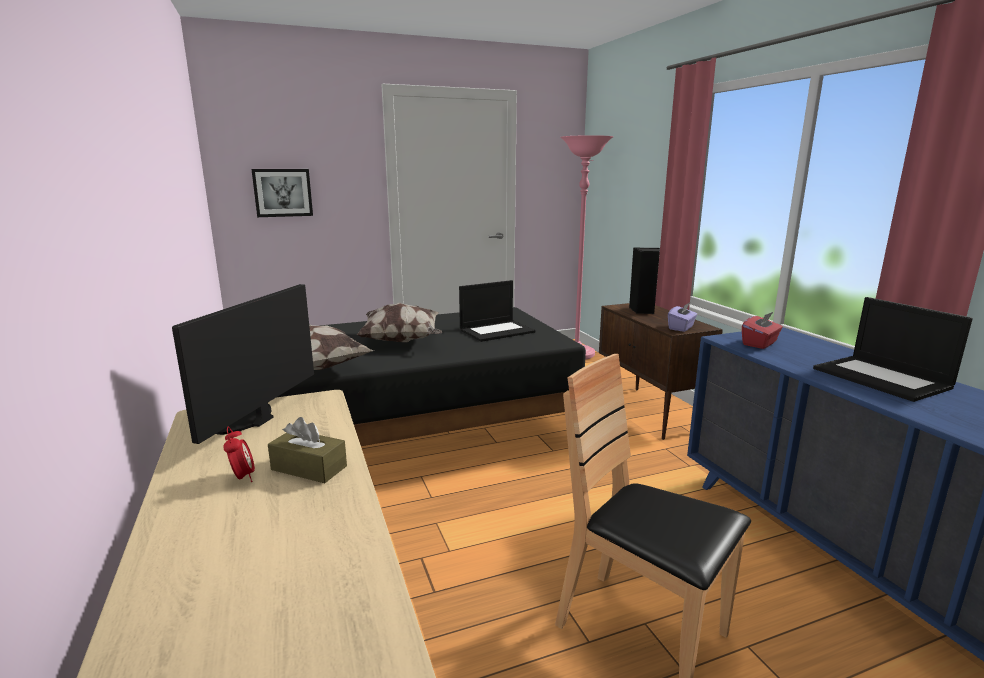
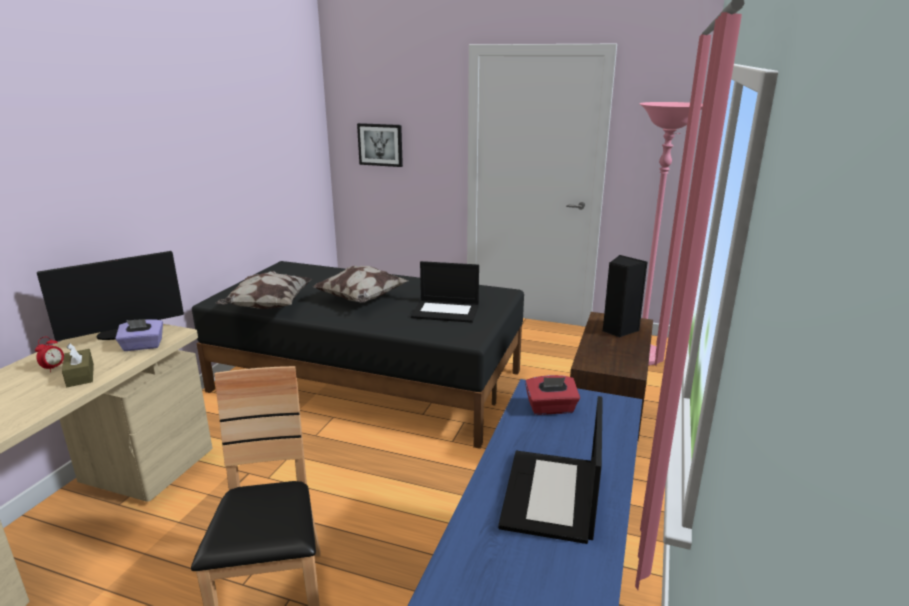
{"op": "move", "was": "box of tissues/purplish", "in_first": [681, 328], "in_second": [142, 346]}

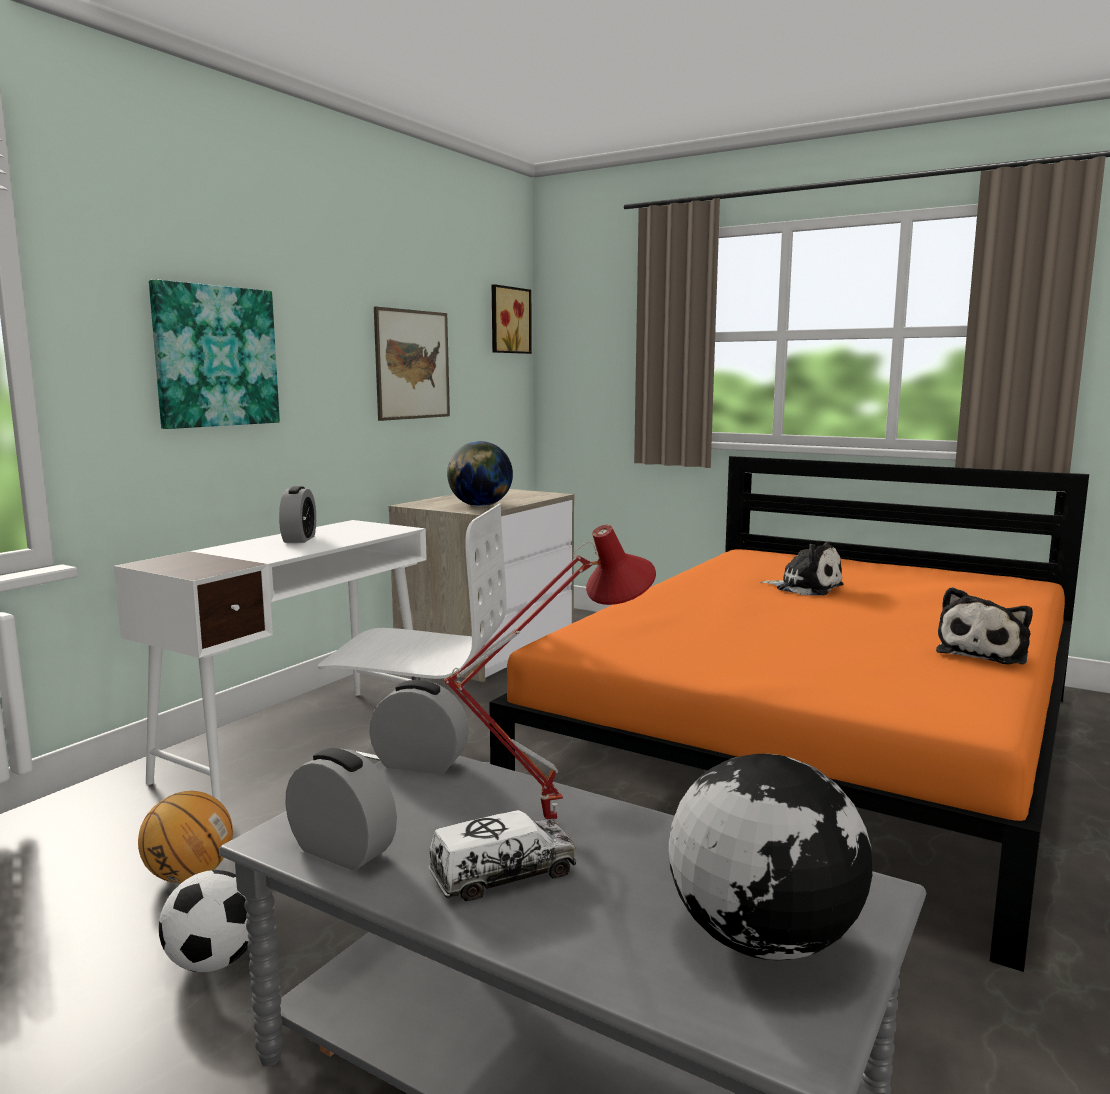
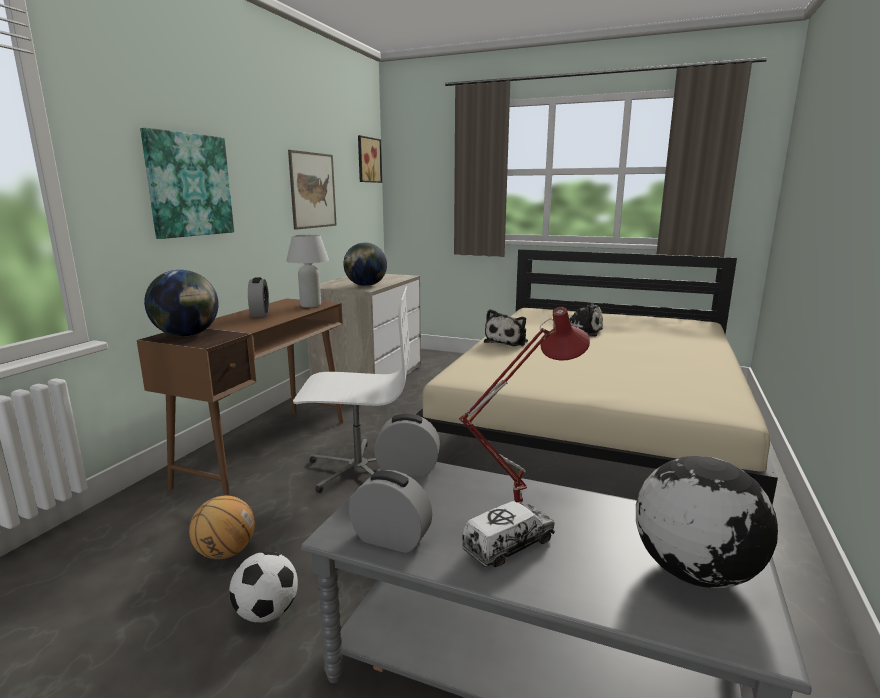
{"op": "recolor", "was": "desk table/whitish", "now": "desk table/brownish", "in_first": [299, 742], "in_second": [267, 450]}
{"op": "insert", "now": "world globe", "in_second": [187, 335]}
{"op": "insert", "now": "tabletop lamp/whitish", "in_second": [310, 305]}
{"op": "recolor", "was": "sleeping bed/orange", "now": "sleeping bed/beige", "in_first": [819, 745], "in_second": [595, 427]}
{"op": "move", "was": "cuddly toy", "in_first": [984, 653], "in_second": [507, 341]}

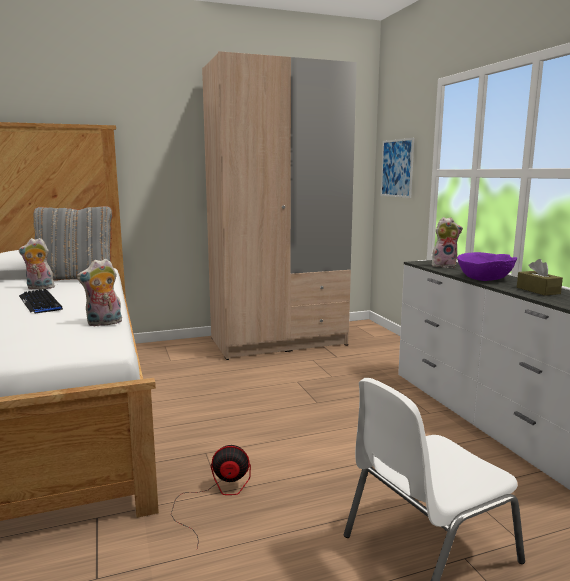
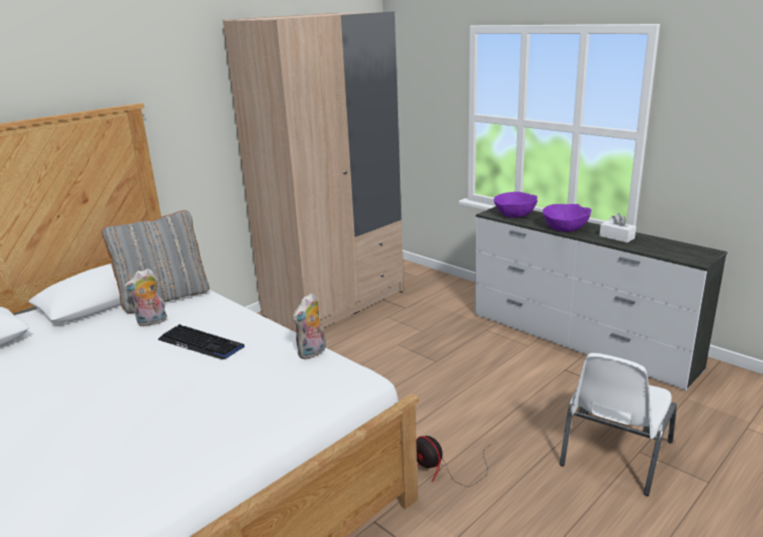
{"op": "rotate", "was": "electric fan", "in_first": [216, 496], "in_second": [445, 470], "clockwise": -105}
{"op": "replace", "was": "cuddly toy", "now": "deep dish/purplish", "in_first": [444, 265], "in_second": [514, 214]}
{"op": "recolor", "was": "box of tissues/brownish", "now": "box of tissues/whitish", "in_first": [538, 290], "in_second": [616, 237]}
{"op": "delete", "was": "picture", "in_first": [397, 168]}

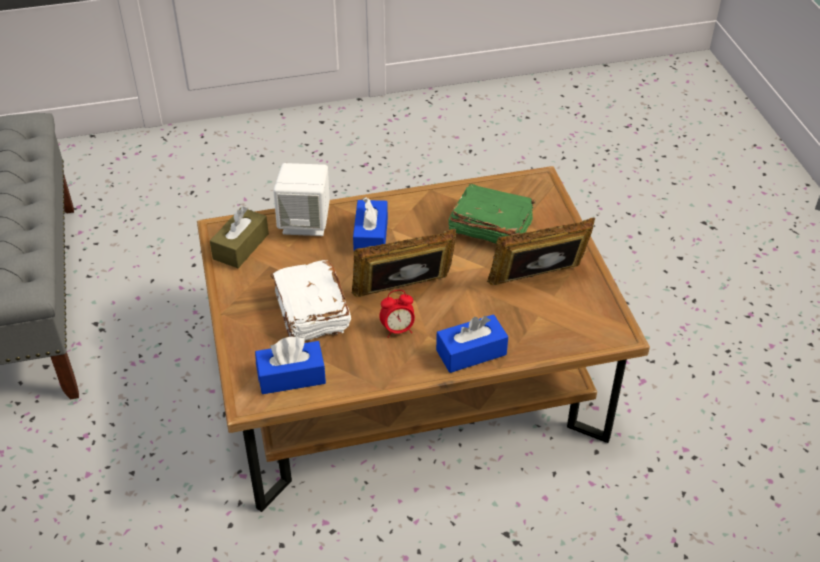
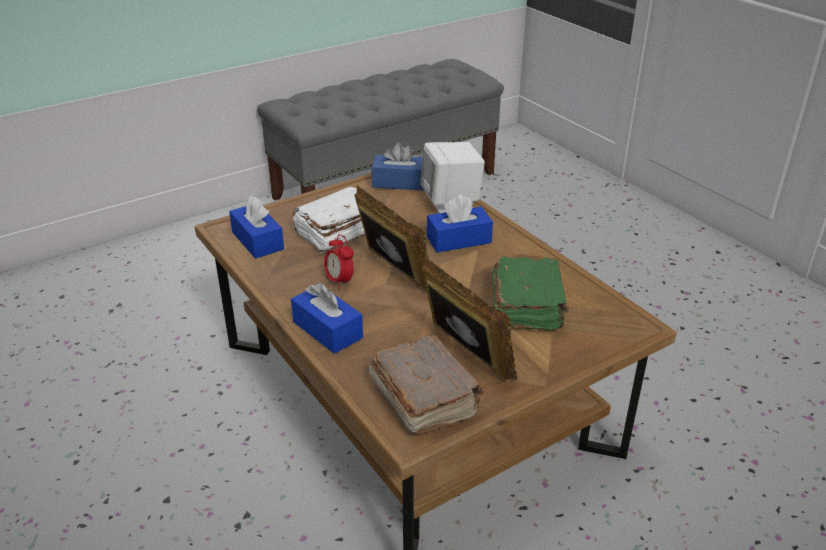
{"op": "insert", "now": "book/brownish", "in_second": [424, 398]}
{"op": "recolor", "was": "box of tissues/brownish", "now": "box of tissues/bluish", "in_first": [241, 246], "in_second": [399, 182]}

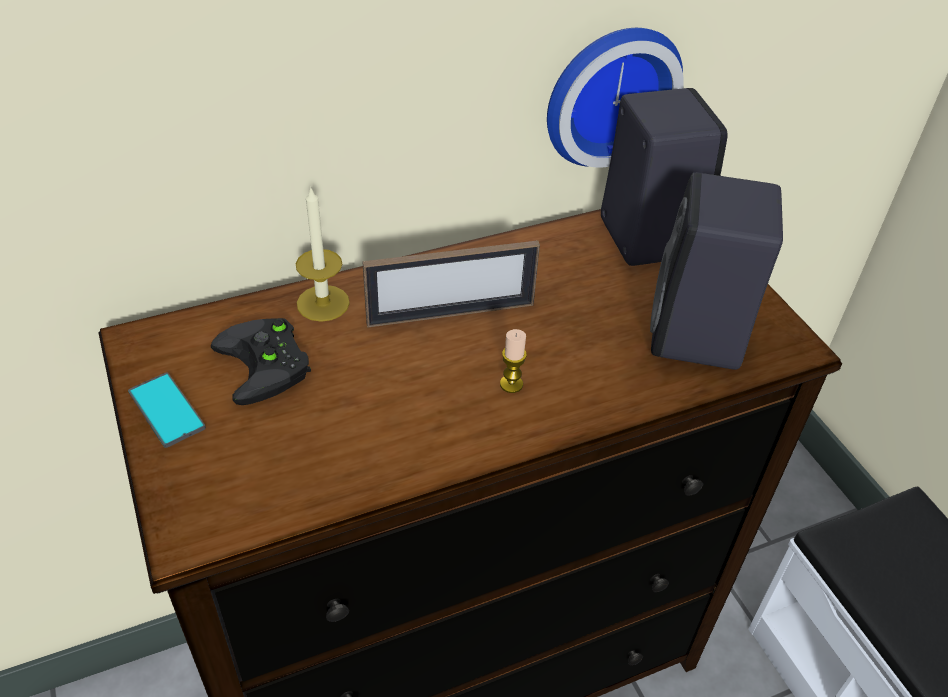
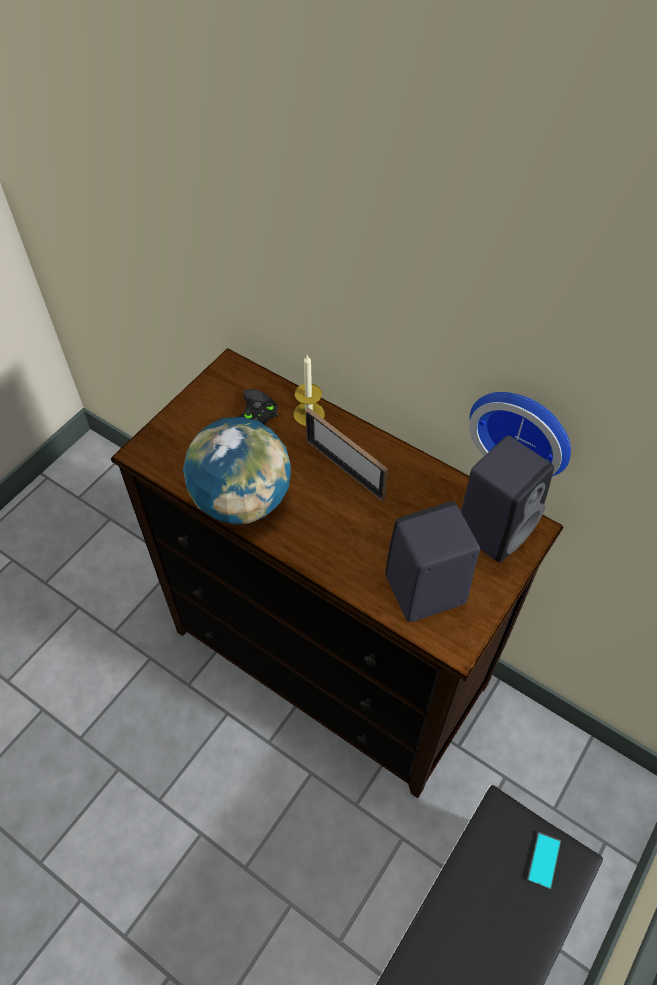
{"op": "insert", "now": "world globe", "in_second": [242, 500]}
{"op": "move", "was": "telephone", "in_first": [166, 410], "in_second": [543, 860]}
{"op": "delete", "was": "candle", "in_first": [511, 384]}

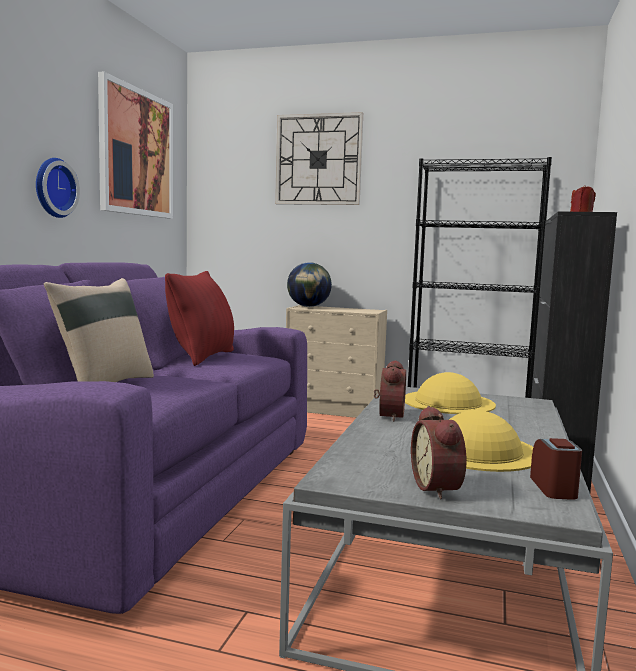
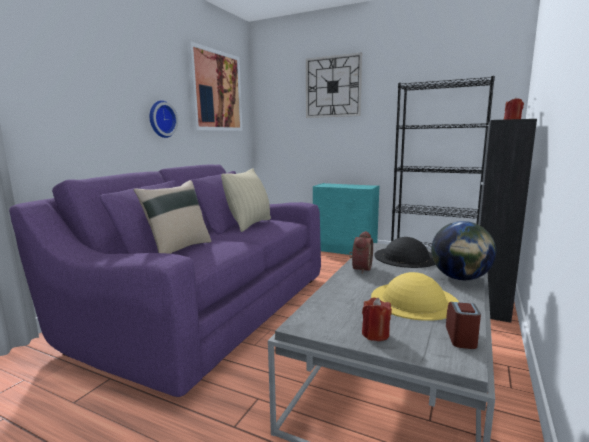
{"op": "recolor", "was": "throw pillow/red", "now": "throw pillow/beige", "in_first": [203, 357], "in_second": [249, 224]}
{"op": "recolor", "was": "chest of drawers/beige", "now": "chest of drawers/turquoise-coloured", "in_first": [335, 410], "in_second": [345, 250]}
{"op": "replace", "was": "bedside clock", "now": "candle/red", "in_first": [439, 488], "in_second": [375, 334]}
{"op": "recolor", "was": "clothing hat/yellow-coloured", "now": "clothing hat/black-coloured", "in_first": [448, 402], "in_second": [406, 257]}
{"op": "move", "was": "world globe", "in_first": [308, 306], "in_second": [460, 278]}

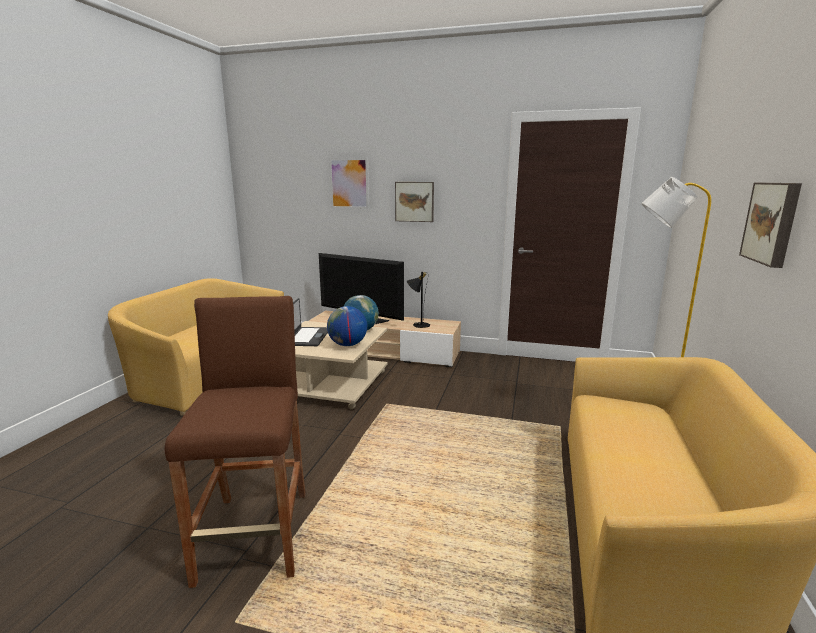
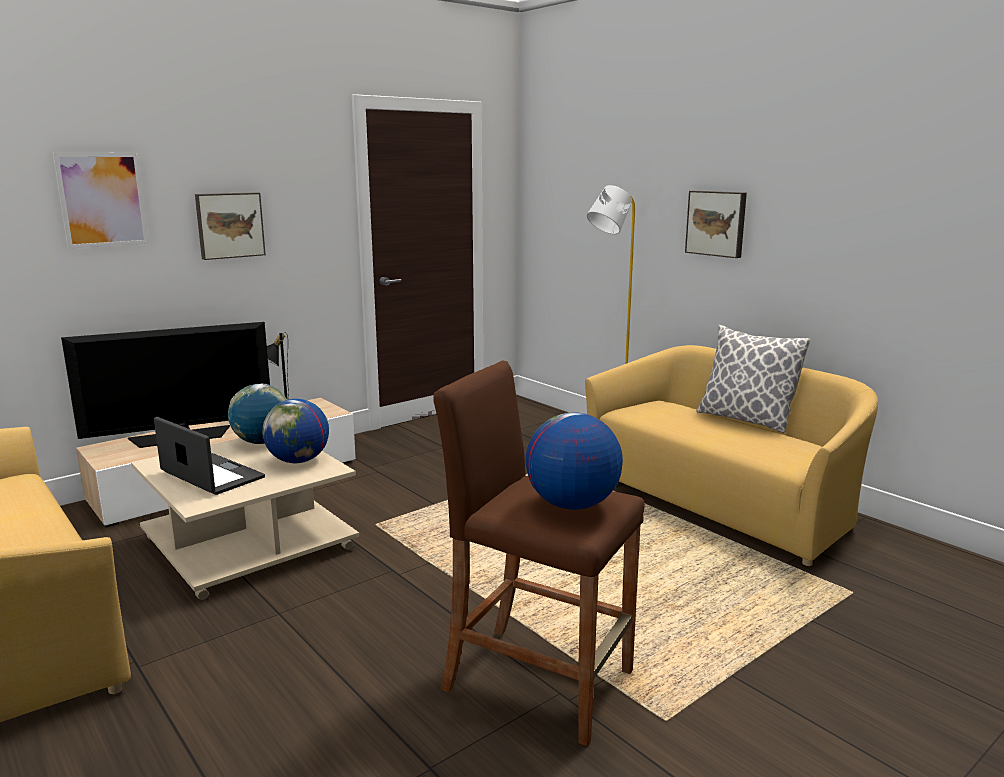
{"op": "insert", "now": "world globe", "in_second": [572, 505]}
{"op": "insert", "now": "throw pillow", "in_second": [745, 420]}

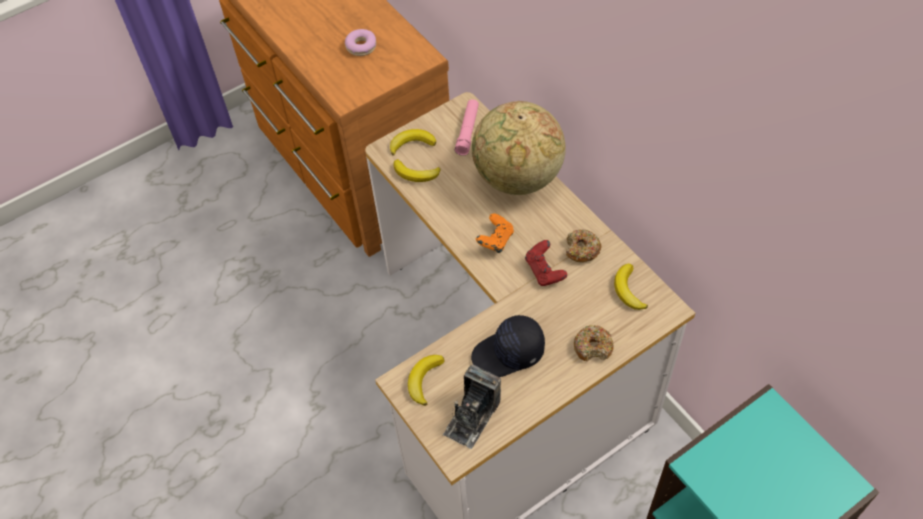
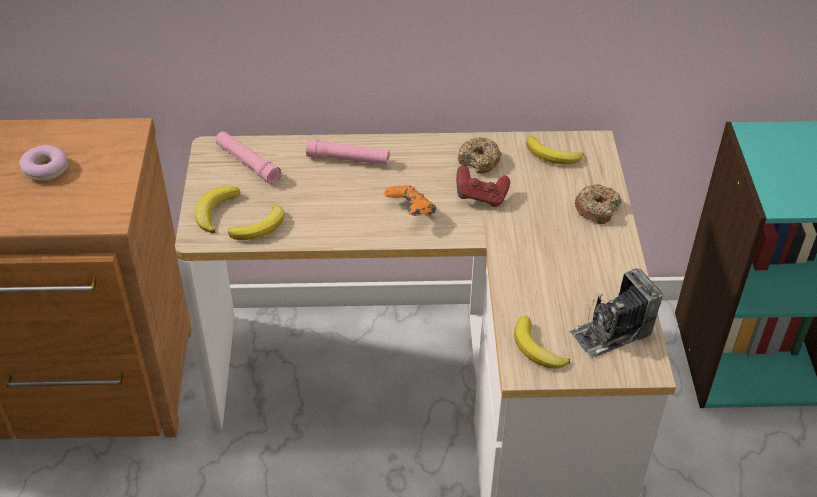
{"op": "replace", "was": "world globe", "now": "hand torch/pink", "in_first": [517, 178], "in_second": [348, 159]}
{"op": "rotate", "was": "still camera", "in_first": [472, 417], "in_second": [611, 333], "clockwise": 90}
{"op": "delete", "was": "baseball cap/black-coloured", "in_first": [509, 354]}

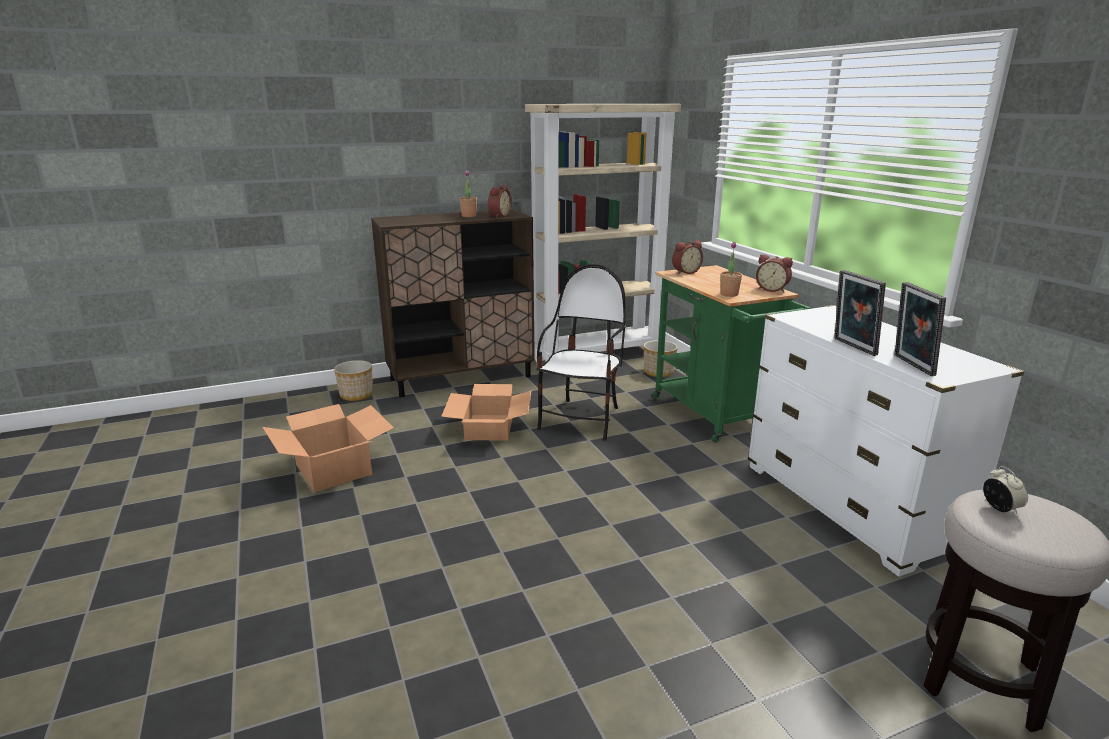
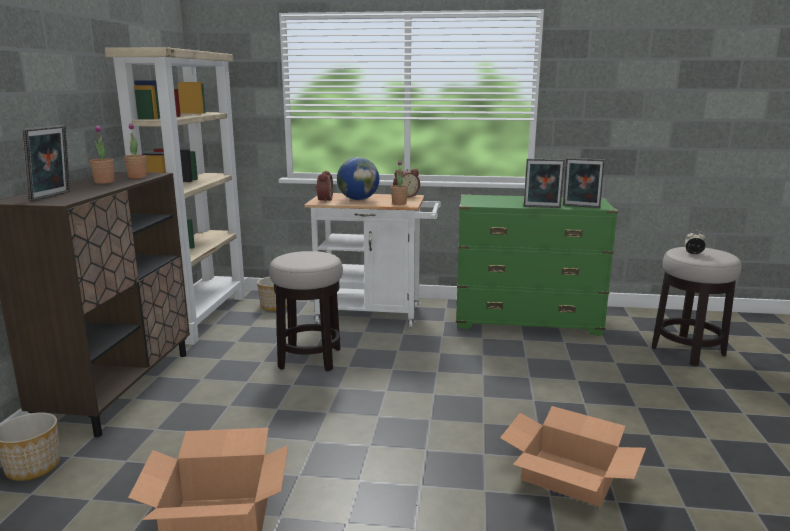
{"op": "insert", "now": "photo frame", "in_second": [53, 196]}
{"op": "replace", "was": "bedside clock", "now": "houseplant", "in_first": [498, 216], "in_second": [137, 177]}
{"op": "replace", "was": "plain chair", "now": "sitting stool", "in_first": [582, 420], "in_second": [310, 358]}
{"op": "recolor", "was": "cart/green-coloured", "now": "cart/whitish", "in_first": [716, 417], "in_second": [376, 314]}
{"op": "insert", "now": "world globe", "in_second": [358, 199]}
{"op": "recolor", "was": "chest of drawers/whitish", "now": "chest of drawers/green-coloured", "in_first": [848, 507], "in_second": [526, 321]}
{"op": "move", "was": "cardboard box", "in_first": [489, 427], "in_second": [568, 477]}

